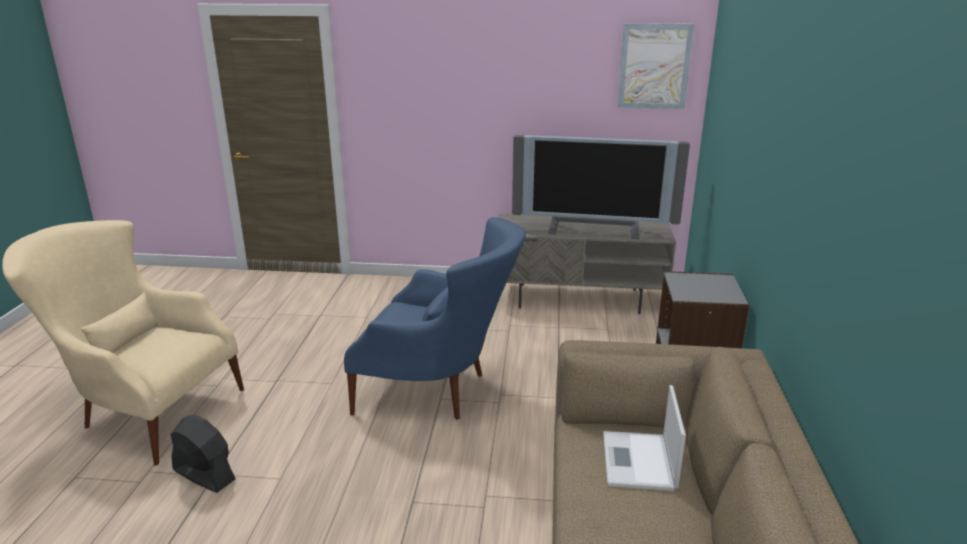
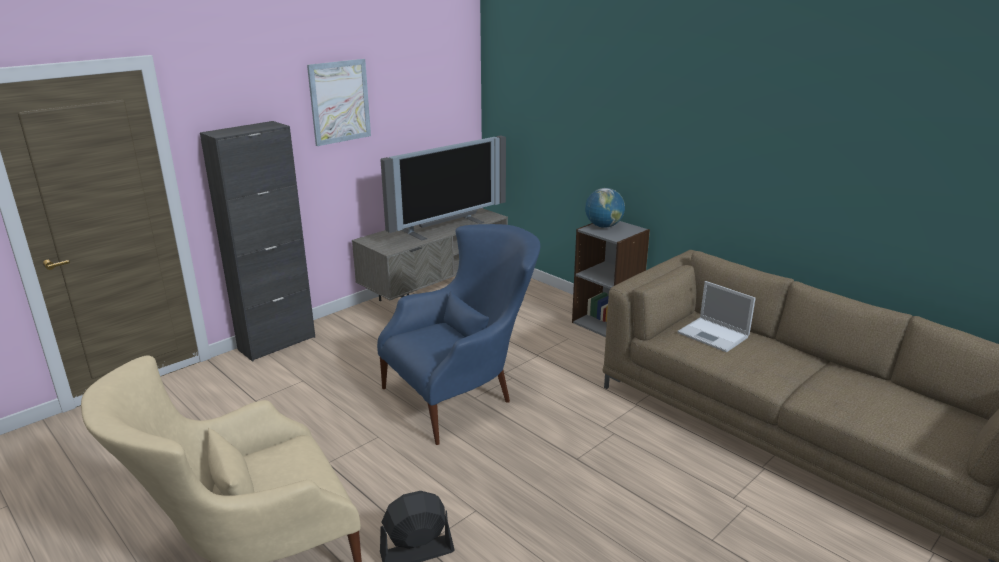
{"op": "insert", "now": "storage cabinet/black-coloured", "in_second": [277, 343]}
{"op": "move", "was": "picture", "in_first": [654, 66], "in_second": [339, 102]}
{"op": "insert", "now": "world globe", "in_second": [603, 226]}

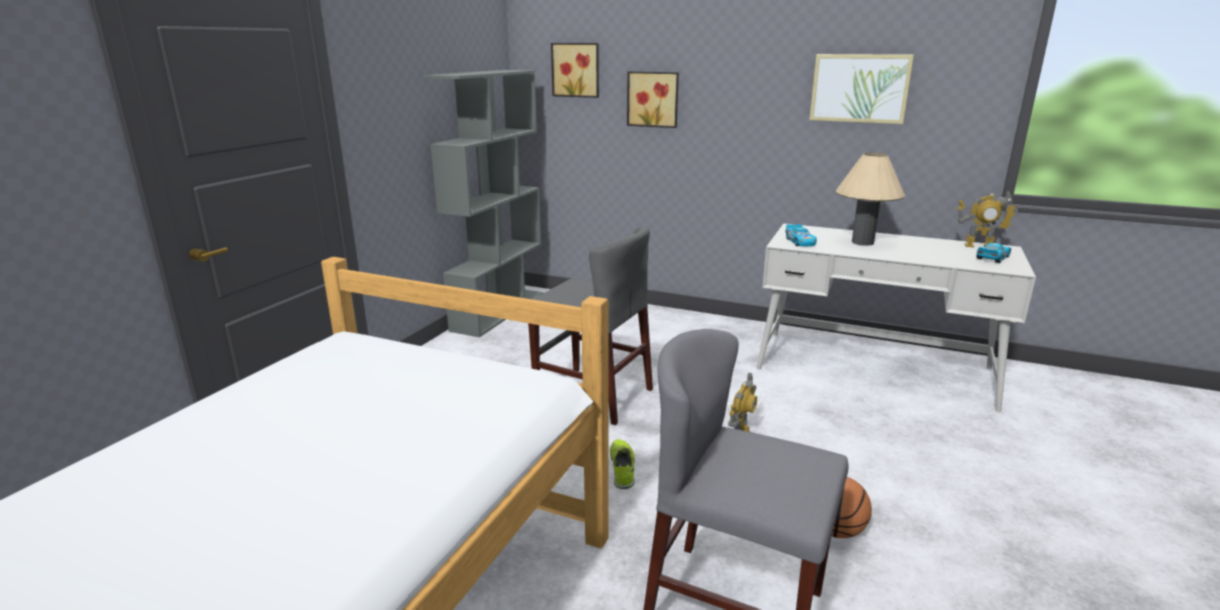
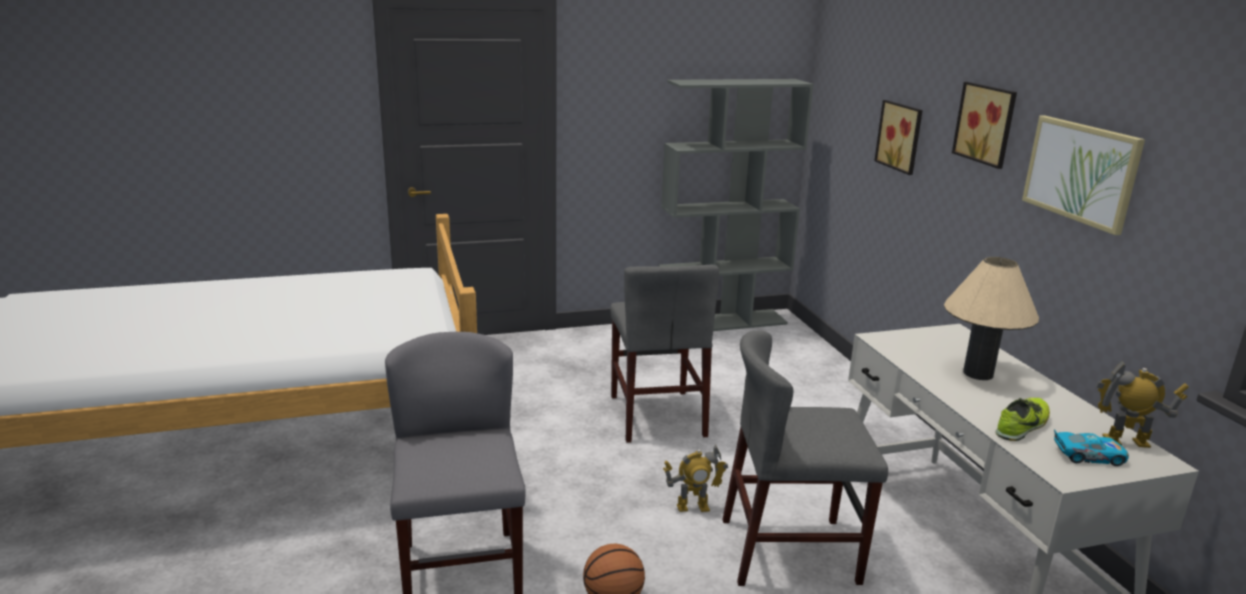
{"op": "insert", "now": "plain chair/greyish", "in_second": [789, 551]}
{"op": "move", "was": "picture", "in_first": [576, 70], "in_second": [987, 124]}
{"op": "move", "was": "item of footwear", "in_first": [622, 468], "in_second": [1022, 426]}
{"op": "rotate", "was": "robot figure", "in_first": [979, 246], "in_second": [1126, 442], "clockwise": 120}
{"op": "delete", "was": "miniature car", "in_first": [800, 242]}

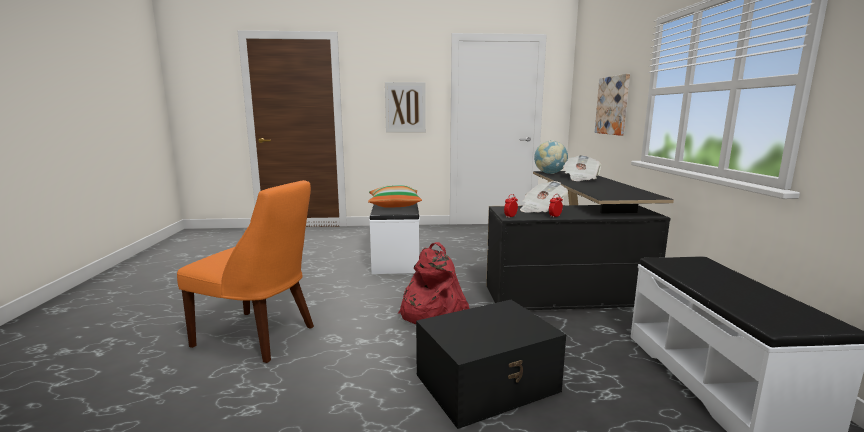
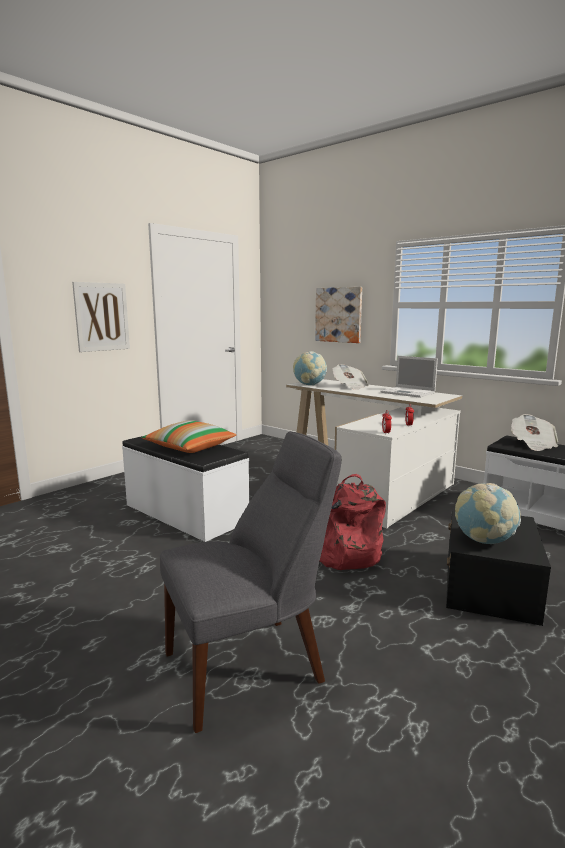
{"op": "recolor", "was": "plain chair/orange", "now": "plain chair/greyish", "in_first": [259, 337], "in_second": [250, 665]}
{"op": "recolor", "was": "desk table/black-coloured", "now": "desk table/whitish", "in_first": [569, 279], "in_second": [369, 483]}
{"op": "insert", "now": "notebook computer", "in_second": [408, 393]}
{"op": "insert", "now": "world globe", "in_second": [483, 541]}
{"op": "move", "was": "printed paper", "in_first": [541, 209], "in_second": [533, 444]}

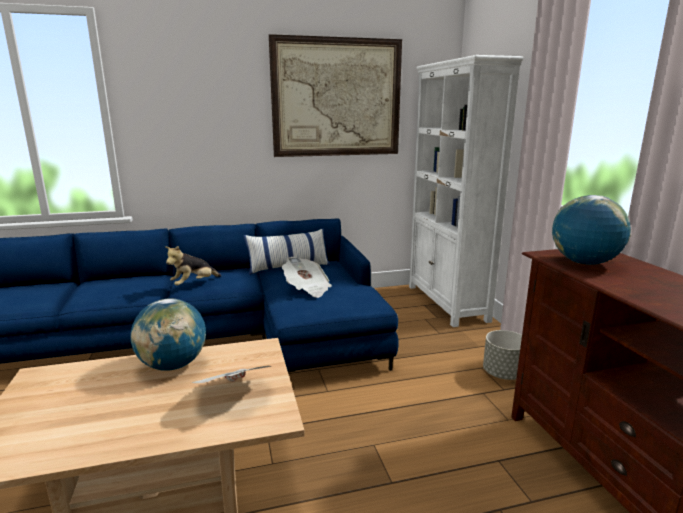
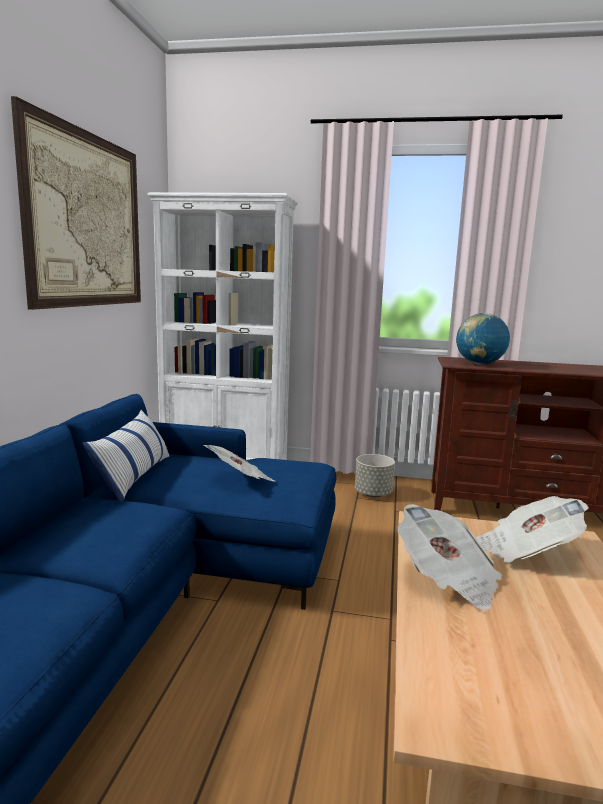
{"op": "replace", "was": "world globe", "now": "printed paper", "in_first": [173, 365], "in_second": [447, 580]}
{"op": "delete", "was": "cuddly toy", "in_first": [194, 284]}

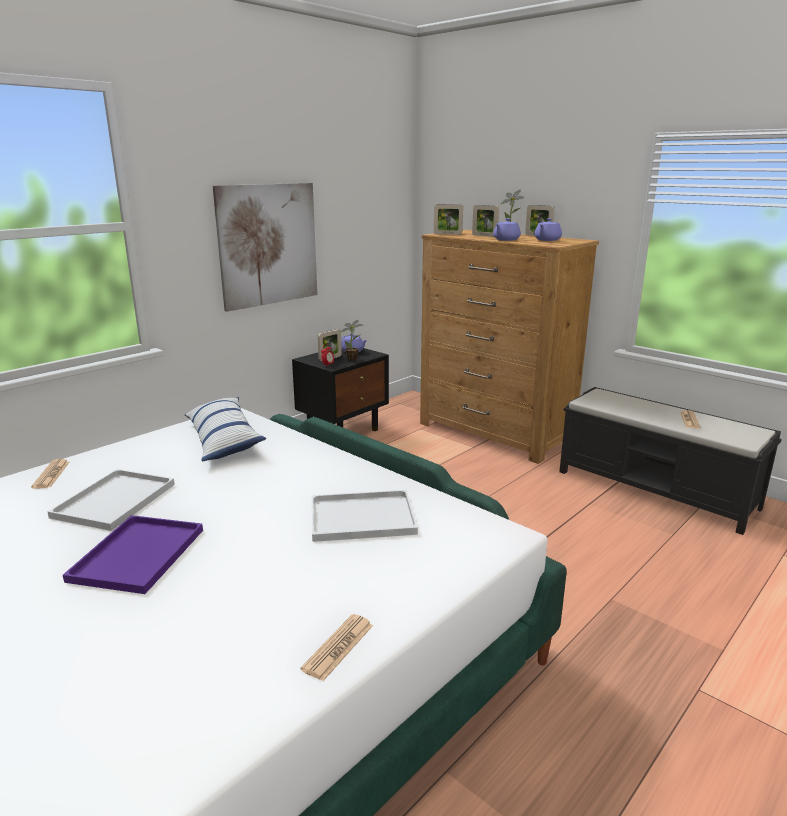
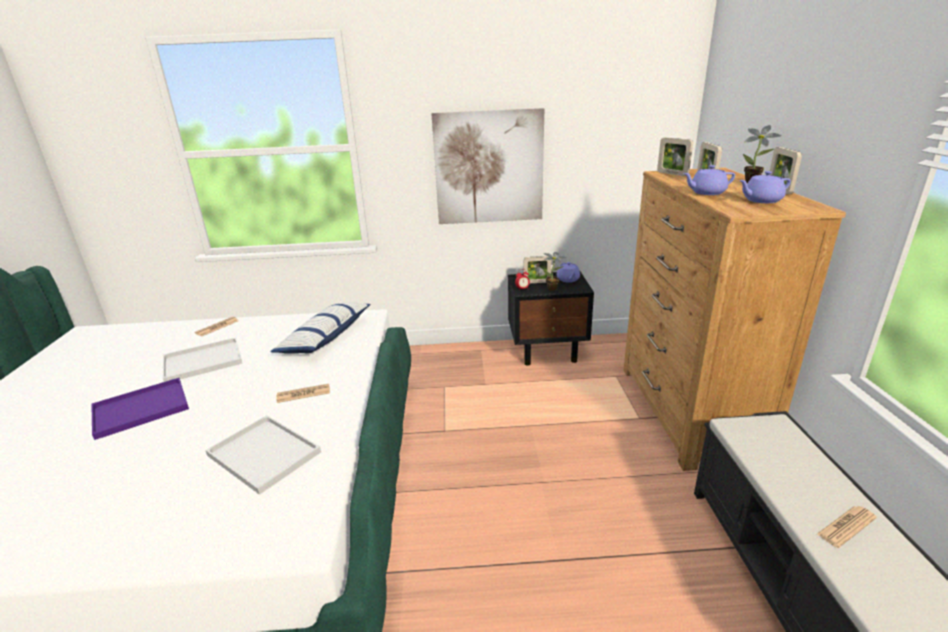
{"op": "move", "was": "printed paper", "in_first": [338, 647], "in_second": [303, 394]}

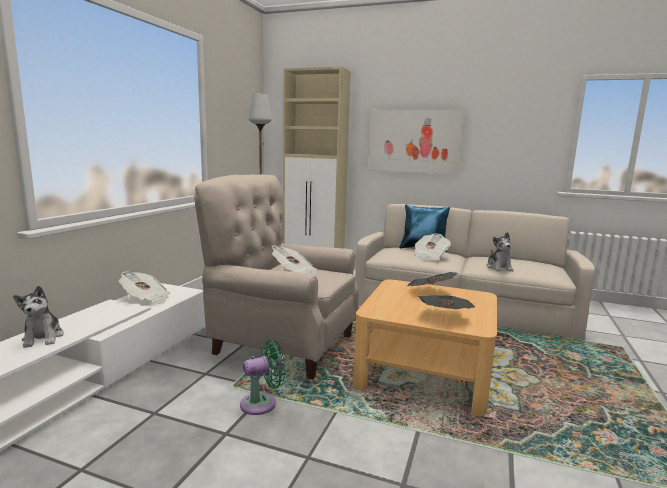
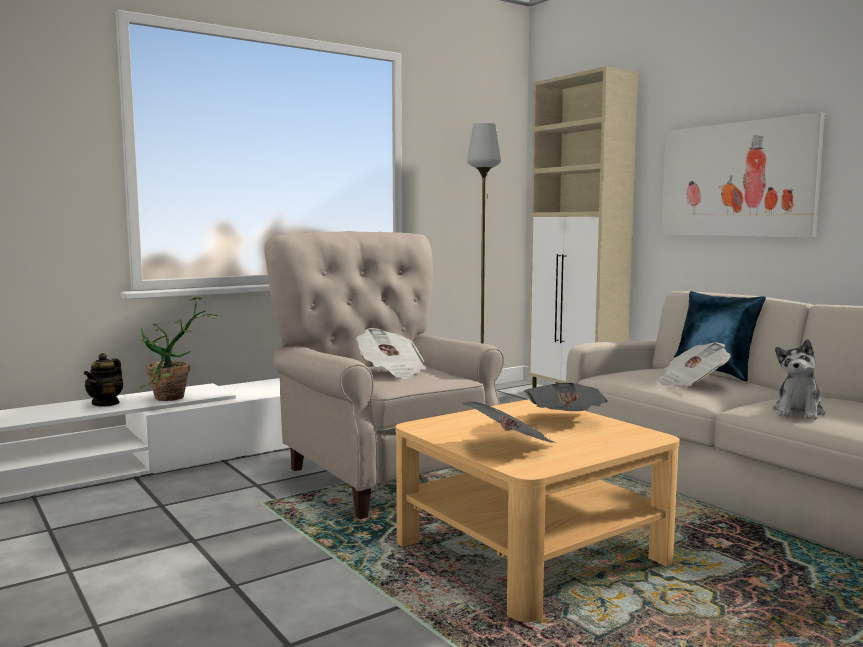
{"op": "replace", "was": "cuddly toy", "now": "pot for tea", "in_first": [43, 338], "in_second": [106, 403]}
{"op": "insert", "now": "houseplant", "in_second": [174, 399]}
{"op": "delete", "was": "printed paper", "in_first": [146, 299]}
{"op": "delete", "was": "electric fan/green-coloured", "in_first": [262, 403]}

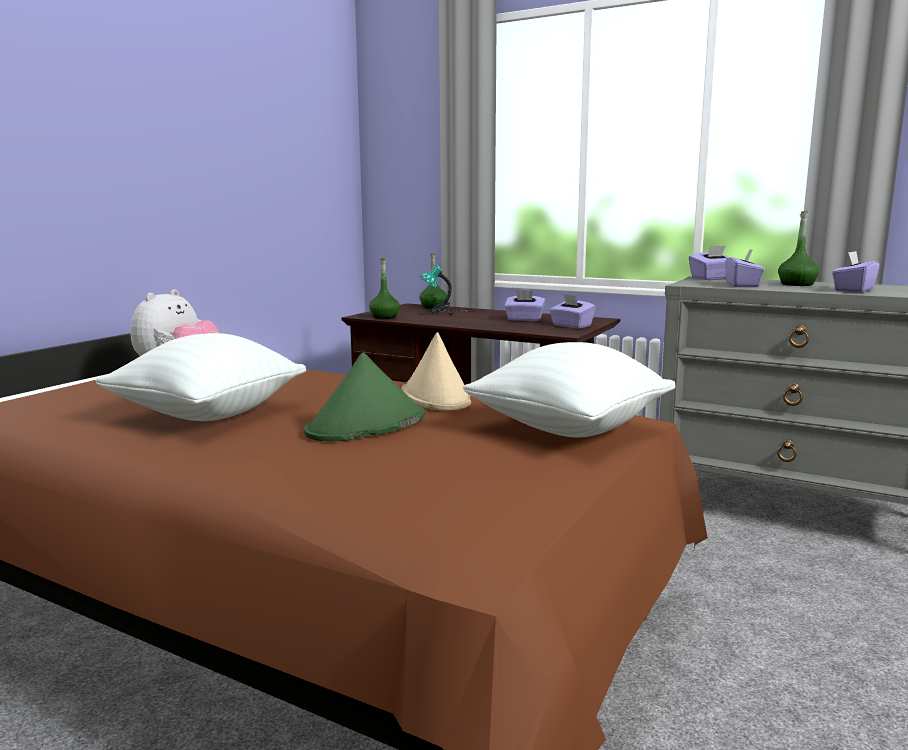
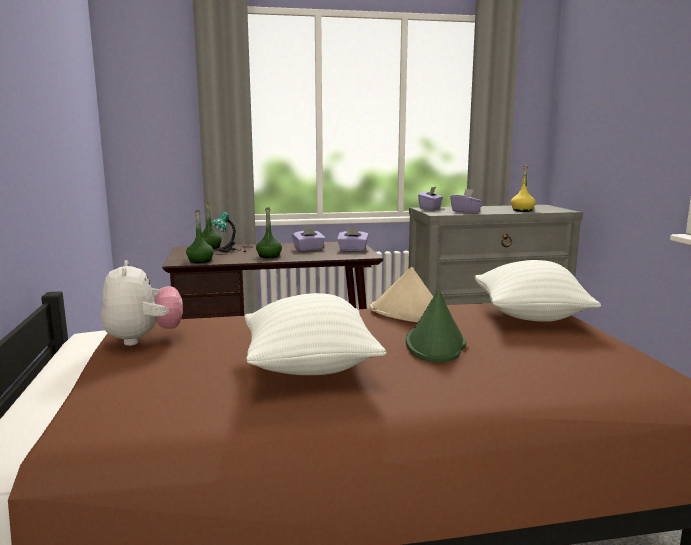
{"op": "move", "was": "drink bottle/green-coloured", "in_first": [796, 284], "in_second": [269, 256]}
{"op": "replace", "was": "box of tissues/purplish", "now": "drink bottle/yellow-coloured", "in_first": [853, 290], "in_second": [522, 210]}

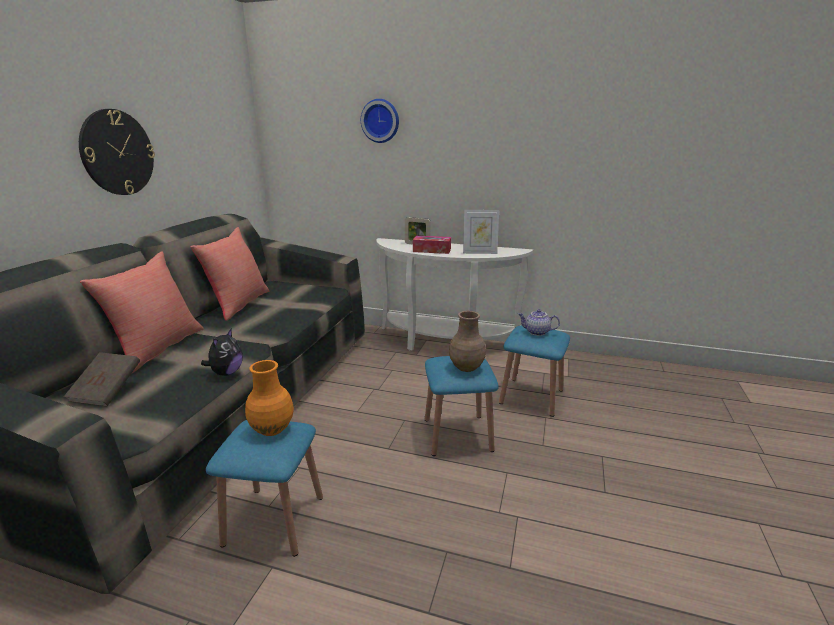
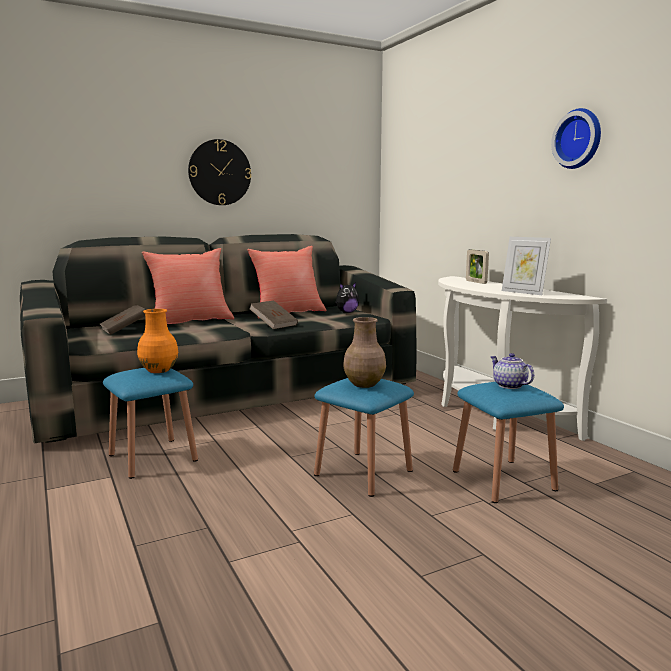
{"op": "insert", "now": "book/brownish", "in_second": [274, 325]}
{"op": "move", "was": "cuddly toy", "in_first": [226, 373], "in_second": [346, 312]}
{"op": "move", "was": "wall clock", "in_first": [381, 121], "in_second": [579, 139]}
{"op": "delete", "was": "box of tissues", "in_first": [432, 250]}

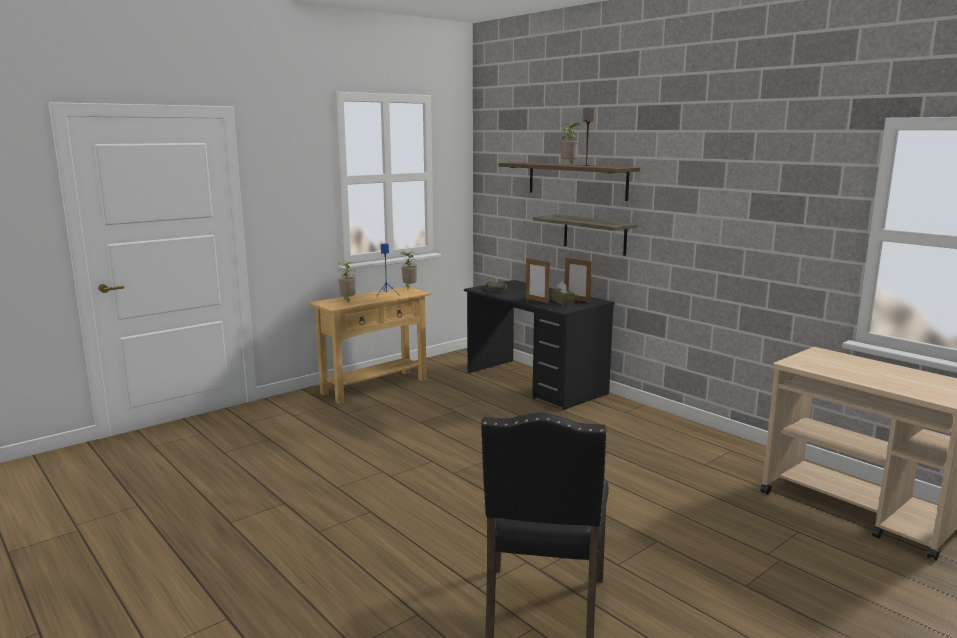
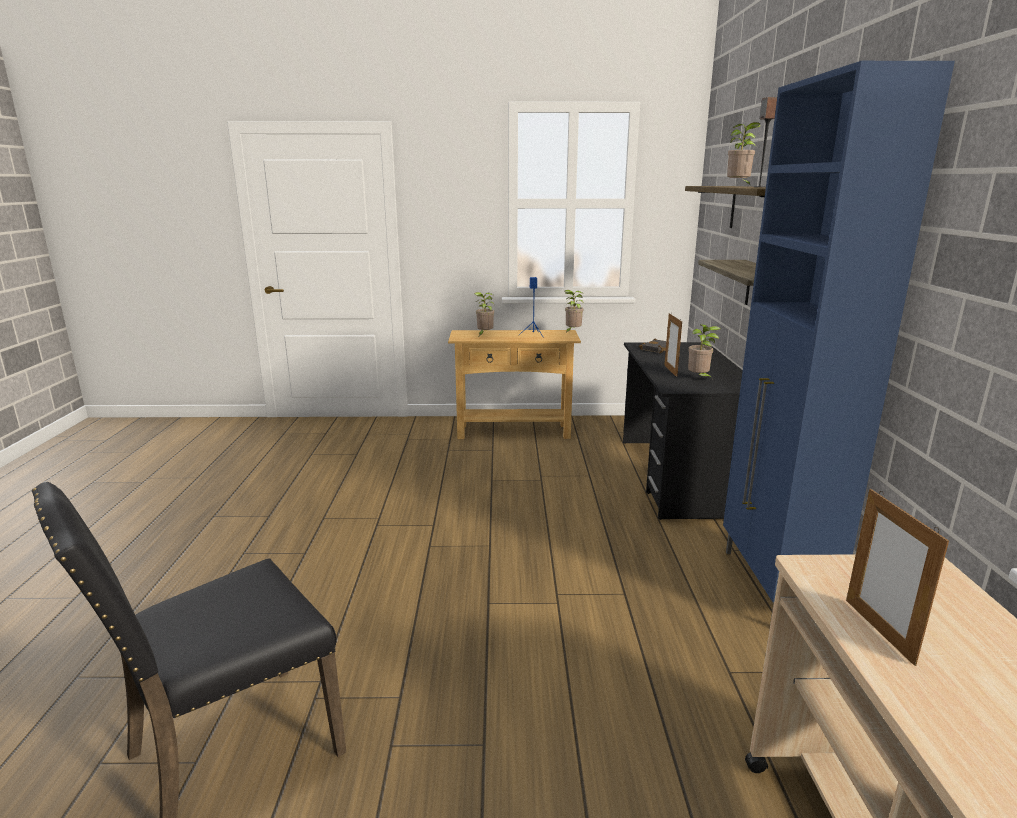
{"op": "replace", "was": "box of tissues/brownish", "now": "houseplant", "in_first": [562, 301], "in_second": [699, 378]}
{"op": "insert", "now": "storage cabinet/bluish", "in_second": [772, 587]}
{"op": "move", "was": "photo frame", "in_first": [576, 300], "in_second": [878, 630]}

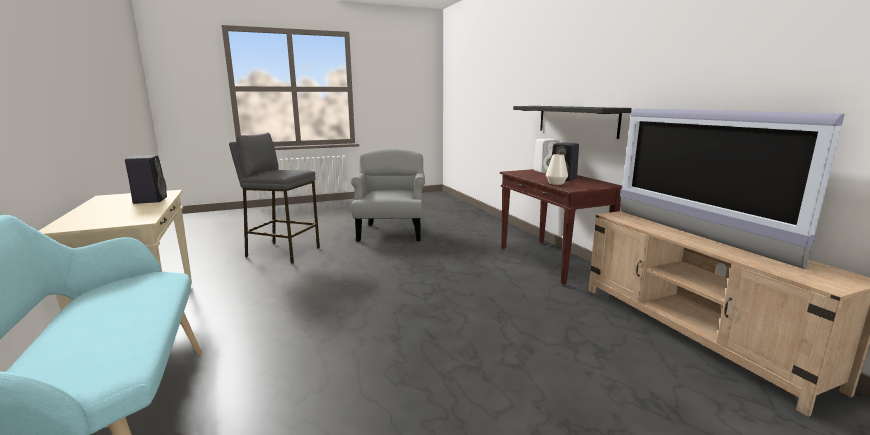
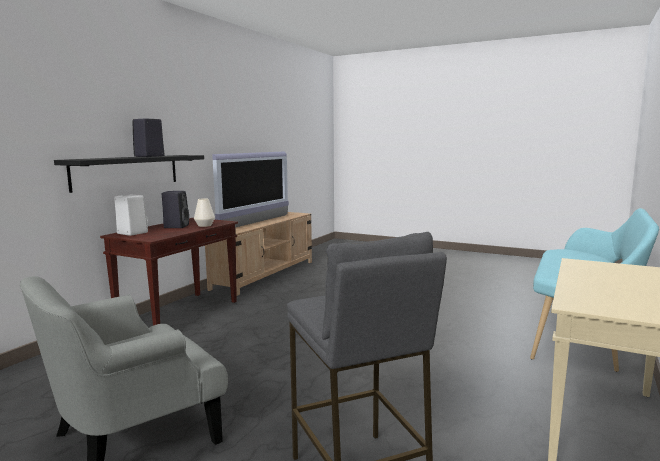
{"op": "move", "was": "audio speaker/black-coloured", "in_first": [150, 200], "in_second": [148, 156]}

